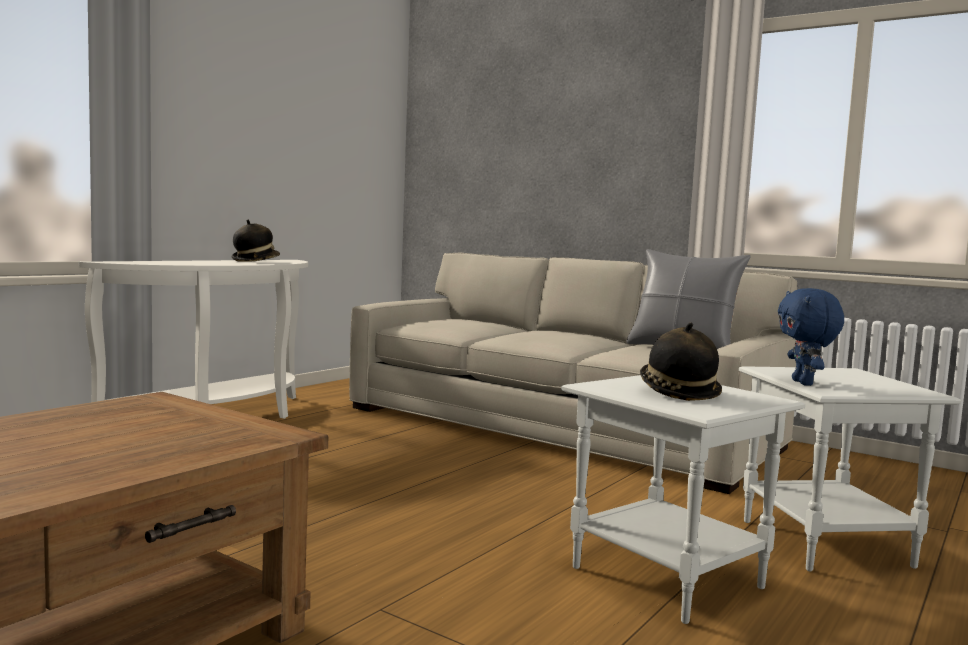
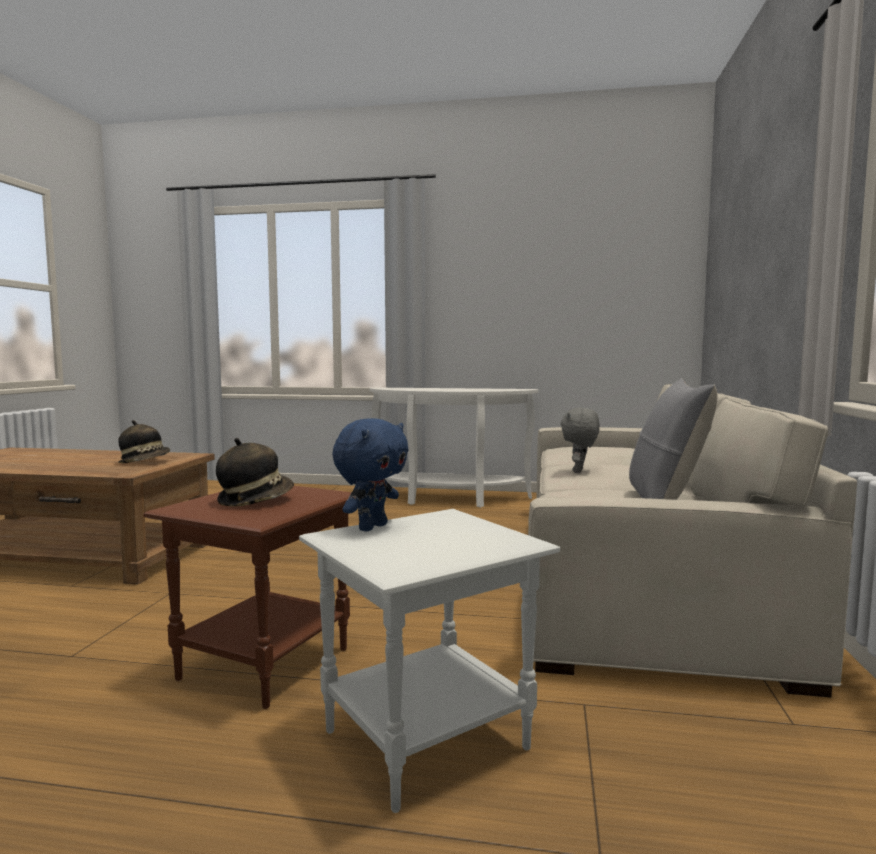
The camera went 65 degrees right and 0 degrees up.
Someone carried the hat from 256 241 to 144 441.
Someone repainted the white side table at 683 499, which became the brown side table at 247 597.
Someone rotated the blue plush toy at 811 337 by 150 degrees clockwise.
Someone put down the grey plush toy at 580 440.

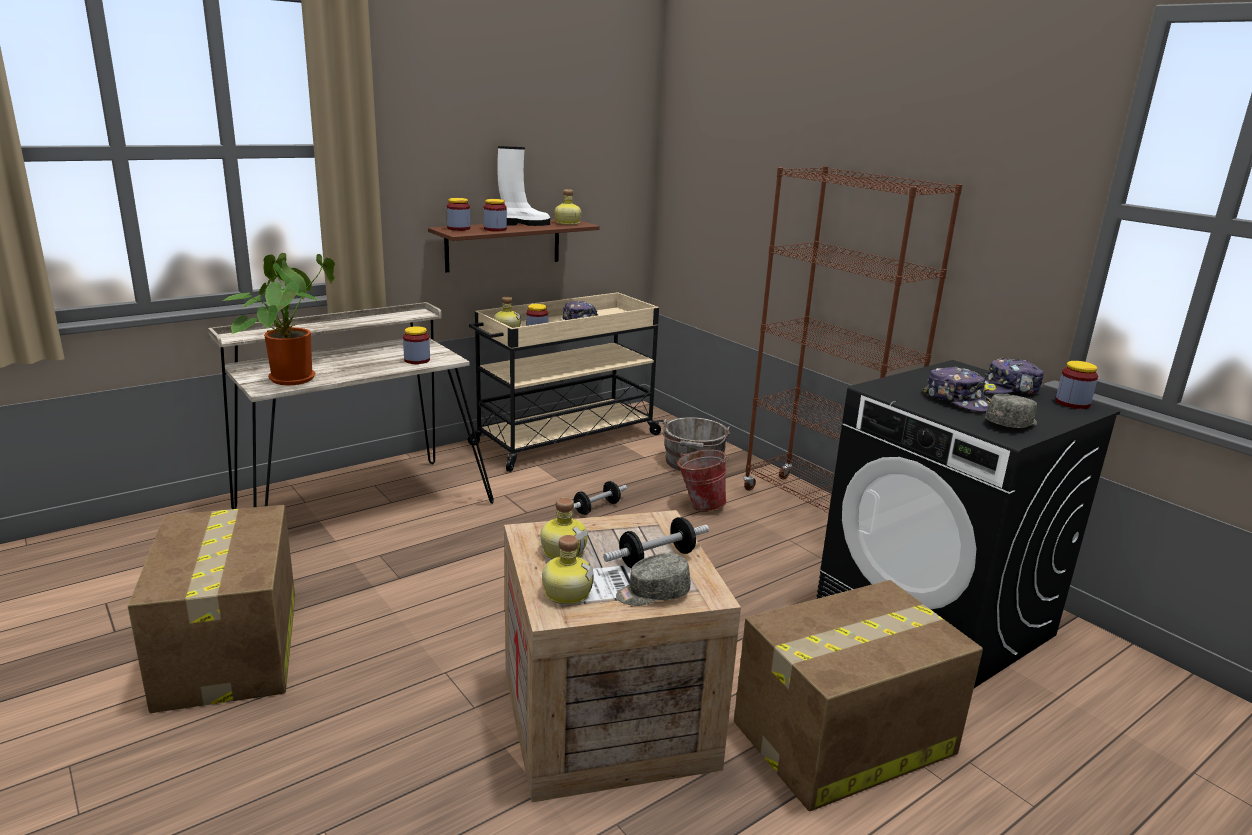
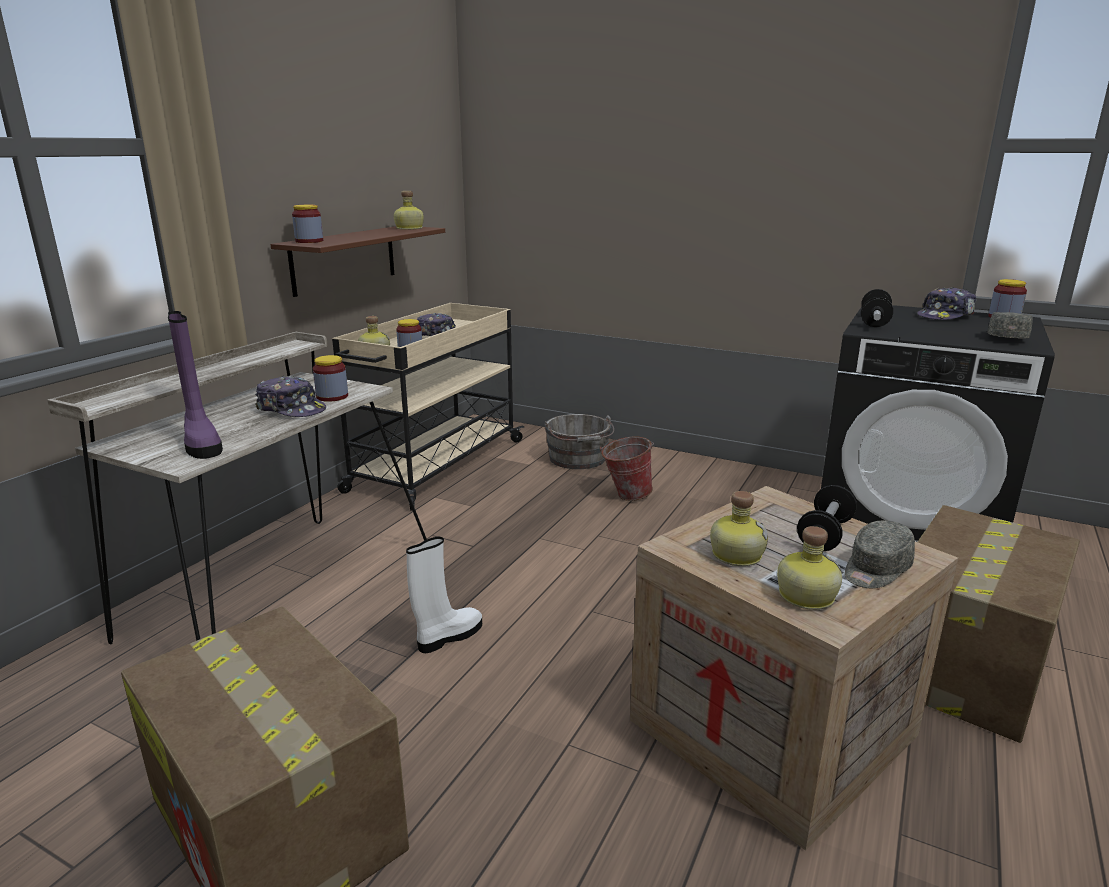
The camera went 25 degrees left and 0 degrees up.
Someone swapped the potted plant at 278 319 for the purple boot at 195 385.
Someone carried the cap from 957 389 to 290 396.
Someone carried the white boot from 523 186 to 444 595.
Someone carried the dumbbell from 600 498 to 877 308.
Someone took away the jar at 495 215.
Someone took away the brown bookcase at 853 339.

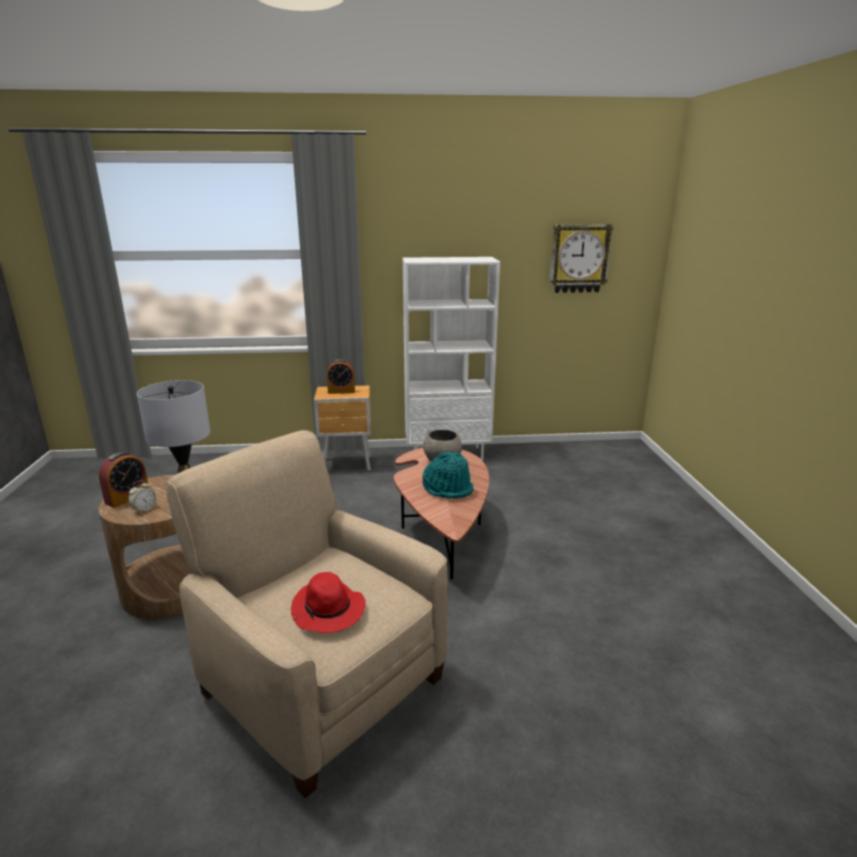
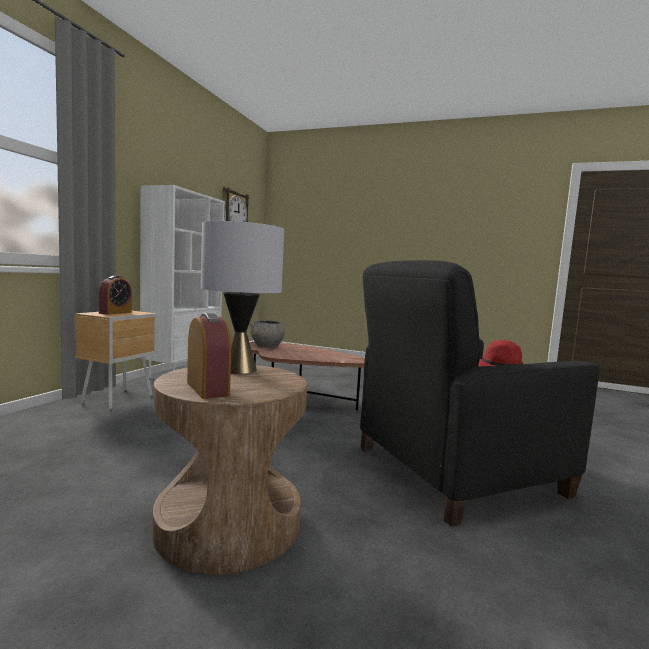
The camera went 65 degrees left and 15 degrees down.
Someone repainted the beige armchair at 306 614, which became the black armchair at 480 393.
Someone took away the alarm clock at 142 496.
Someone took away the turquoise hat at 448 475.

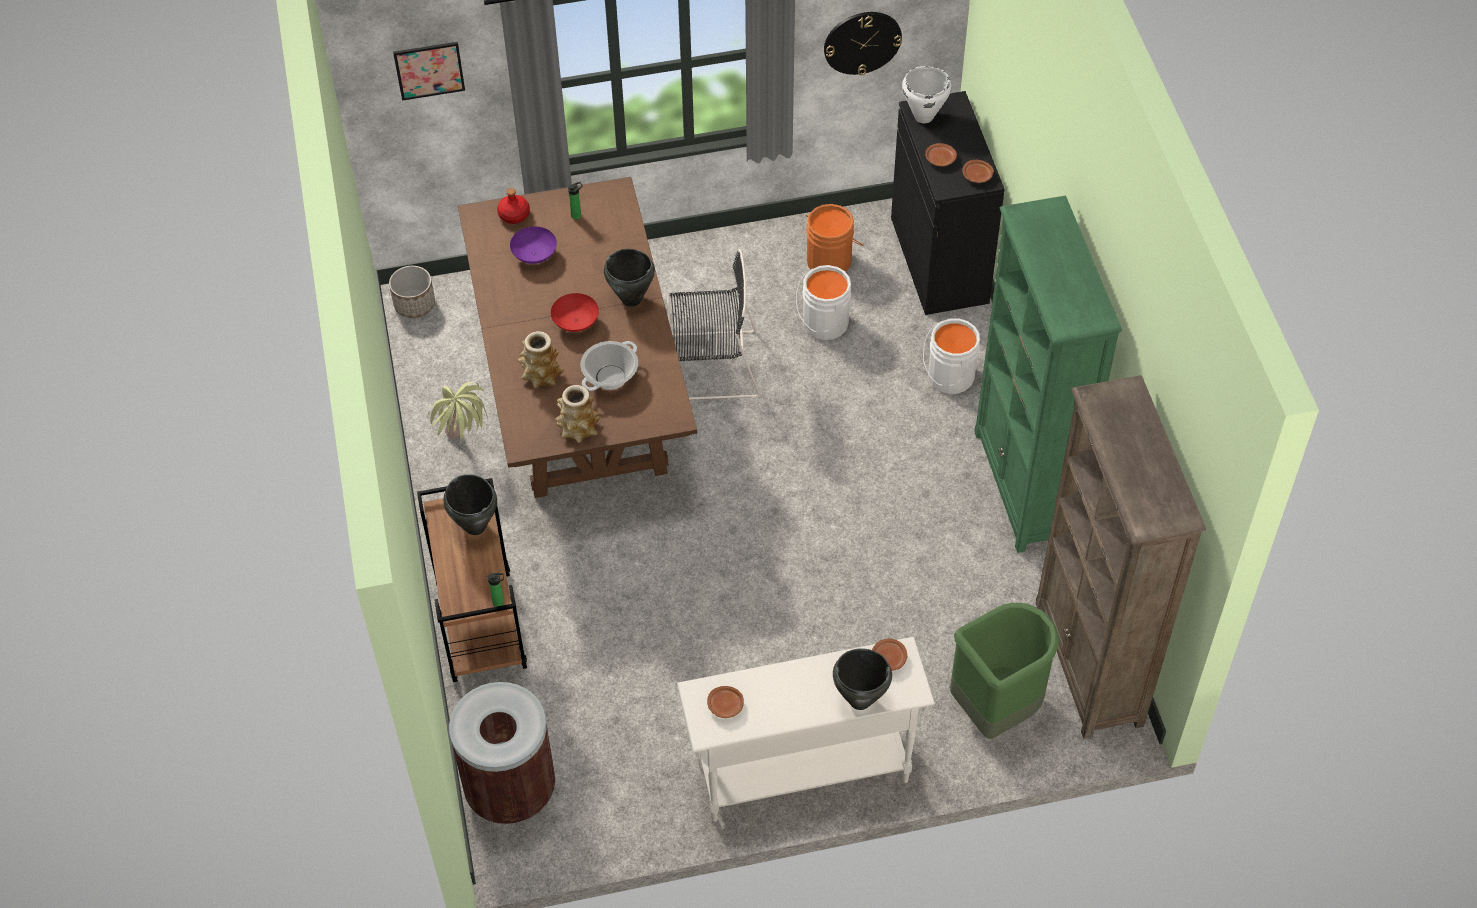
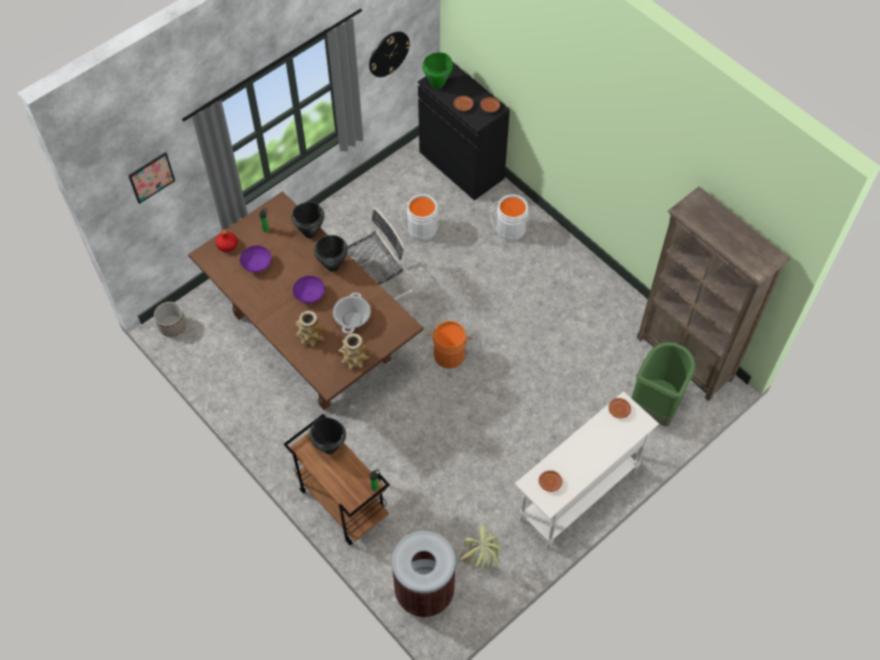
The camera went 30 degrees left and 5 degrees up.
Someone carried the black cooking pot from 862 679 to 307 220.
Someone repainted the red bowl at 575 312, which became the purple bowl at 309 289.
Someone repainted the white cooking pot at 927 94, which became the green cooking pot at 437 70.
Someone carried the orange bucket from 835 238 to 450 345.
Someone carried the potted plant from 458 411 to 480 548.
Someone took away the green bookcase at 1048 374.

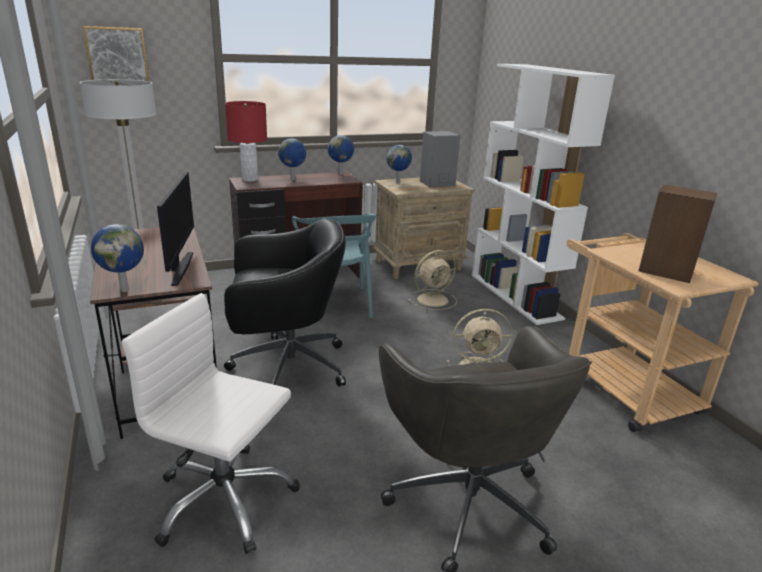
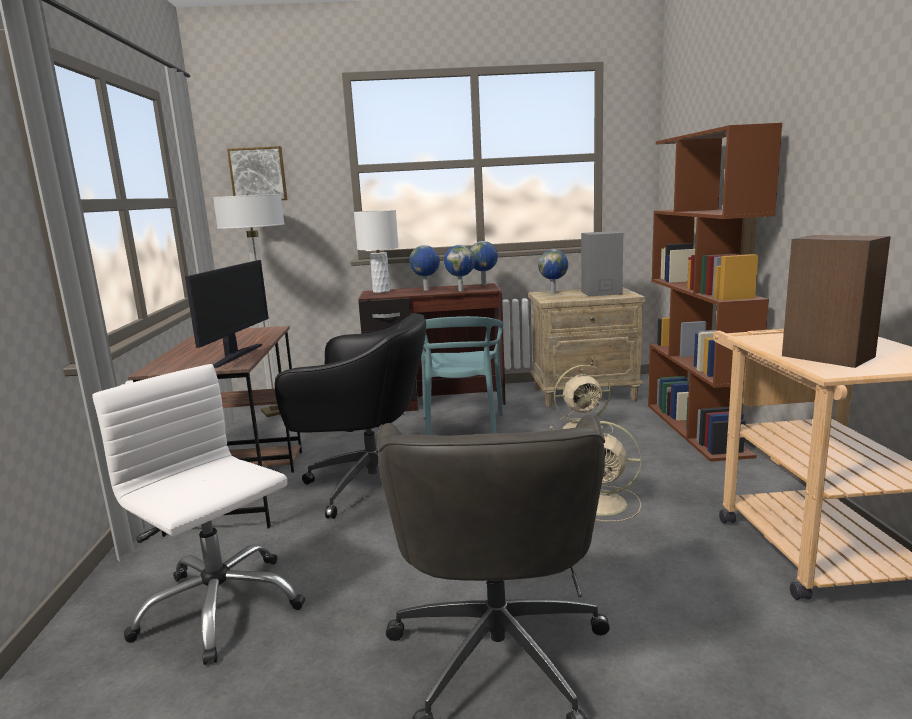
The camera went 20 degrees right and 10 degrees down.
Someone repainted the red table lamp at 246 141, which became the white table lamp at 376 251.
Someone carried the globe from 117 258 to 459 268.
Someone repainted the white bookcase at 543 194, which became the brown bookcase at 715 292.

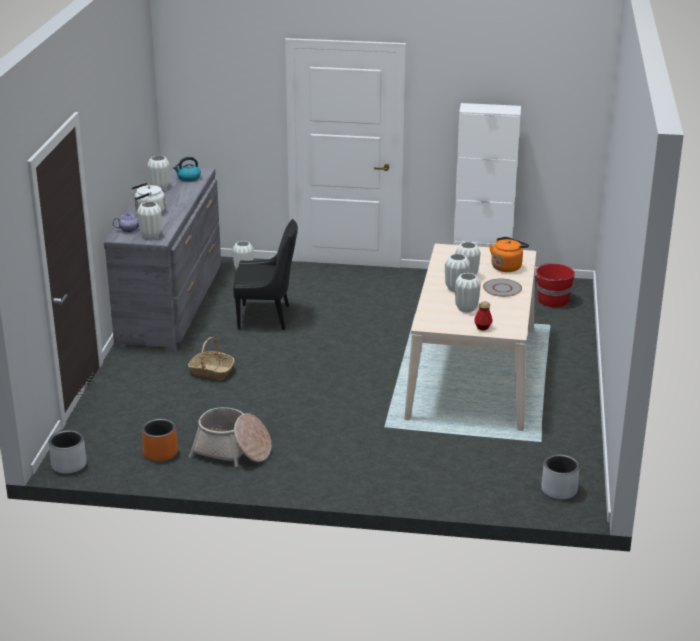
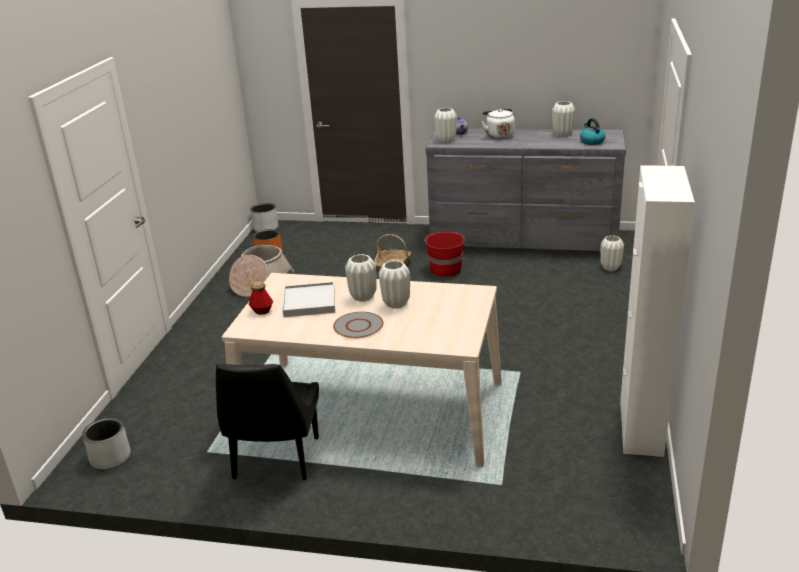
The camera went 95 degrees right and 0 degrees up.
Someone carried the black chair from 265 274 to 267 422.
Someone swapped the white vase at 468 293 for the white tray at 309 299.
Someone carried the red bucket from 555 285 to 444 254.
Someone took away the orange kettle at 509 254.

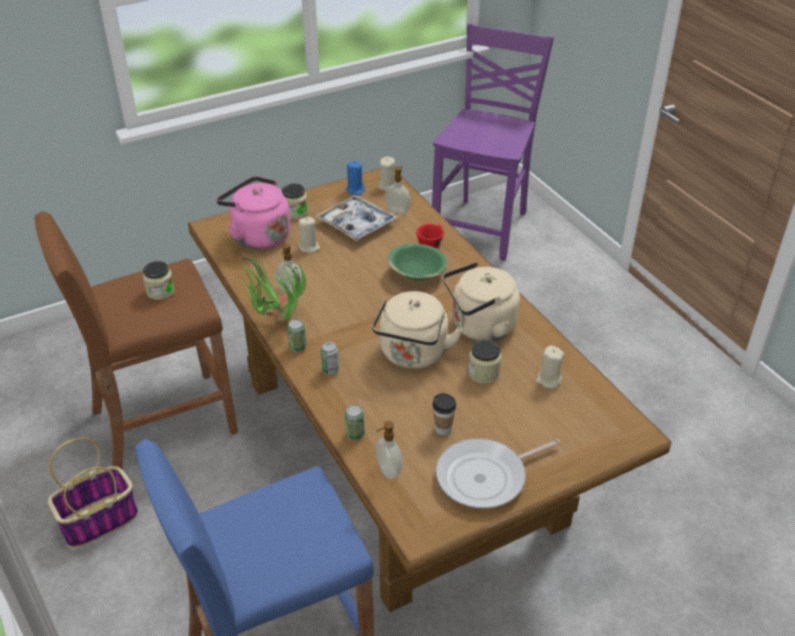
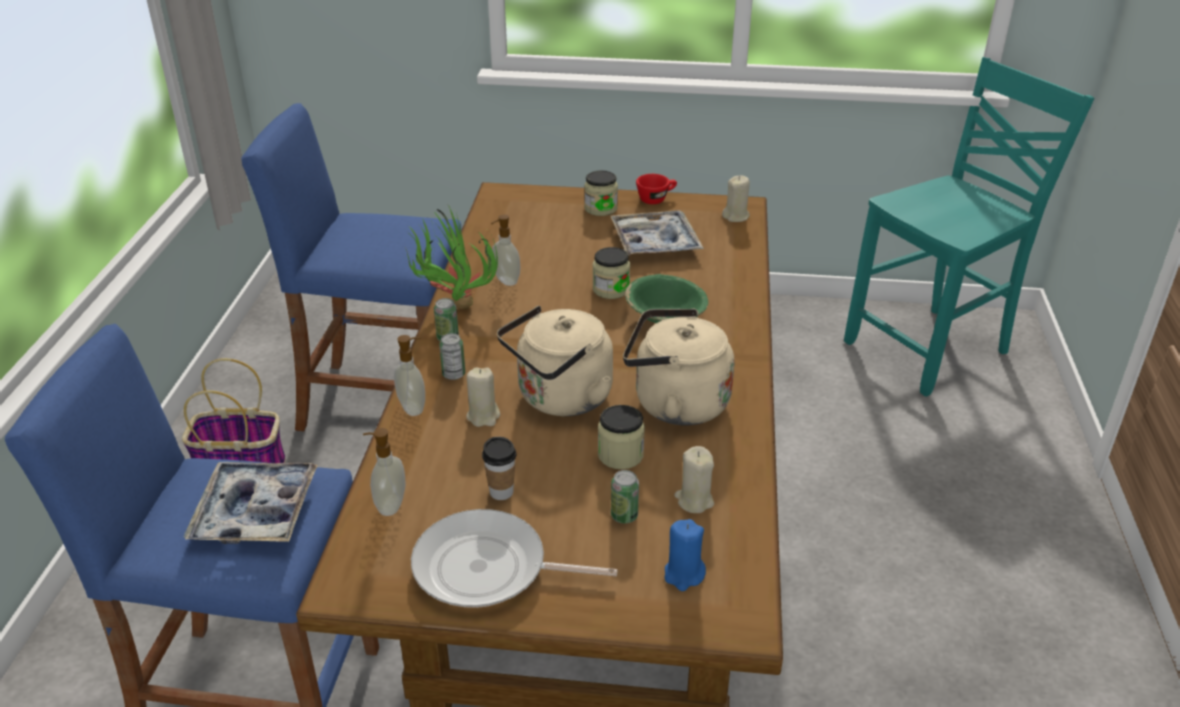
The camera went 35 degrees right and 5 degrees down.
Someone put down the tray at 251 503.
Someone repainted the brown stool at 136 340, which became the blue stool at 351 267.
Someone carried the soap dispenser from 398 190 to 409 375.
Someone carried the beige candle from 309 234 to 483 397.
Someone carried the jar from 159 280 to 611 273.
Someone carried the can from 355 422 to 625 496.
Someone carried the red cup from 430 236 to 656 189.
Someone carried the blue candle from 355 178 to 685 555.
Someone repainted the purple chair at 493 142, which became the turquoise chair at 969 227.
Someone took away the pink kettle at 253 212.

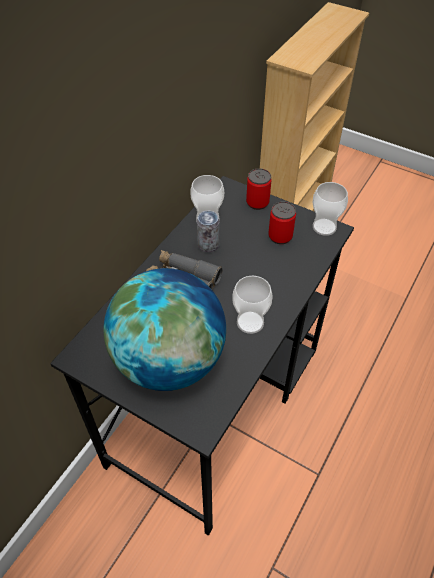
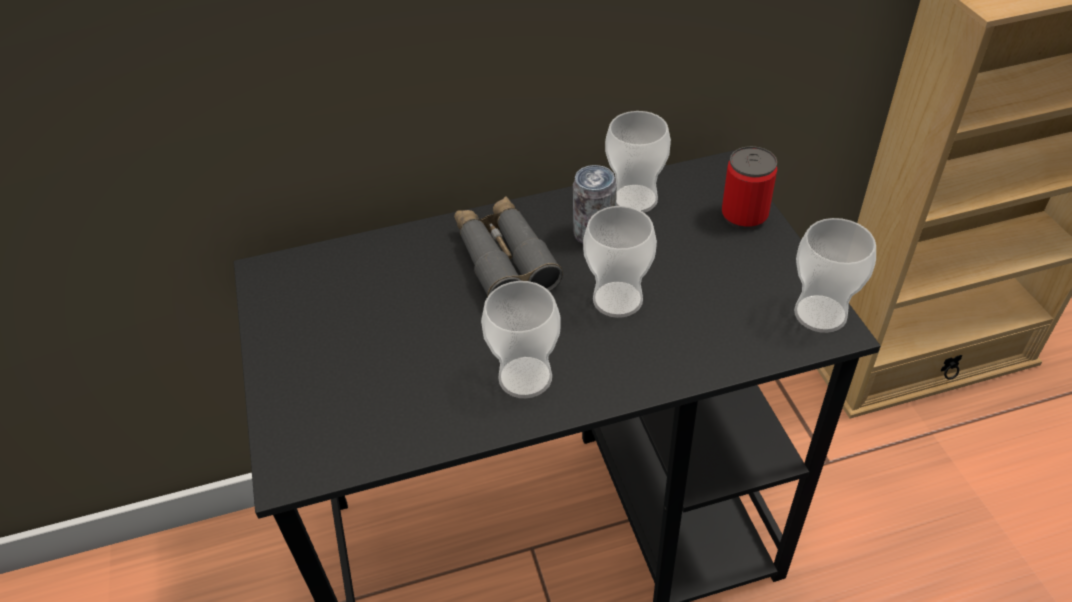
The camera went 45 degrees right and 5 degrees down.
Someone put down the cup at 620 262.
Someone took away the globe at 164 329.
Someone took away the can at 282 223.

